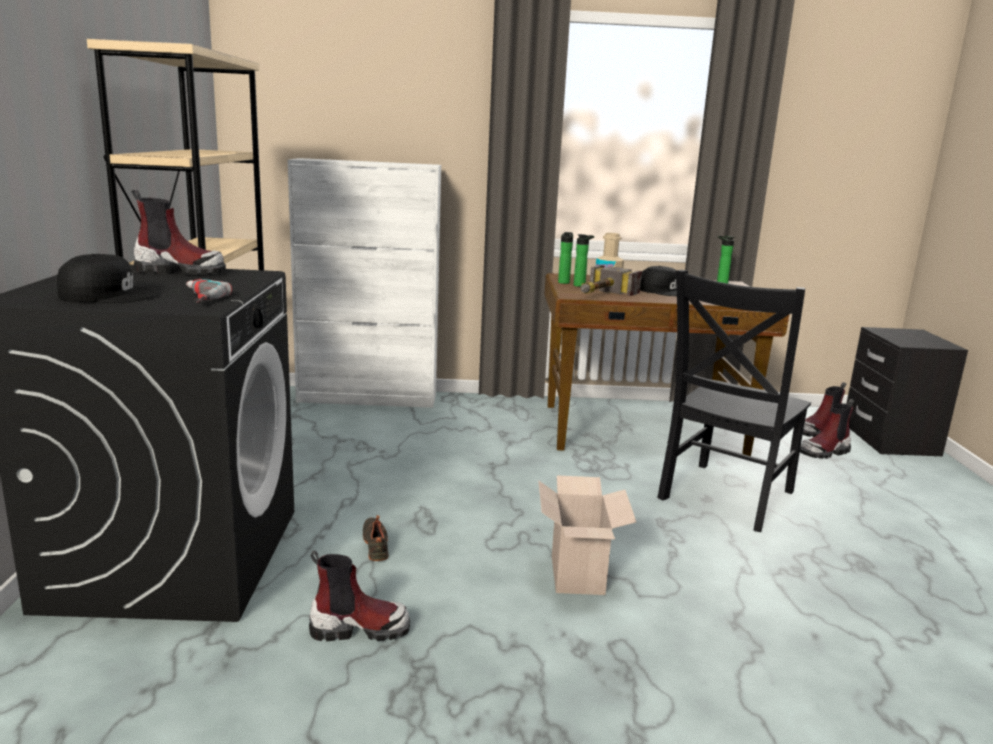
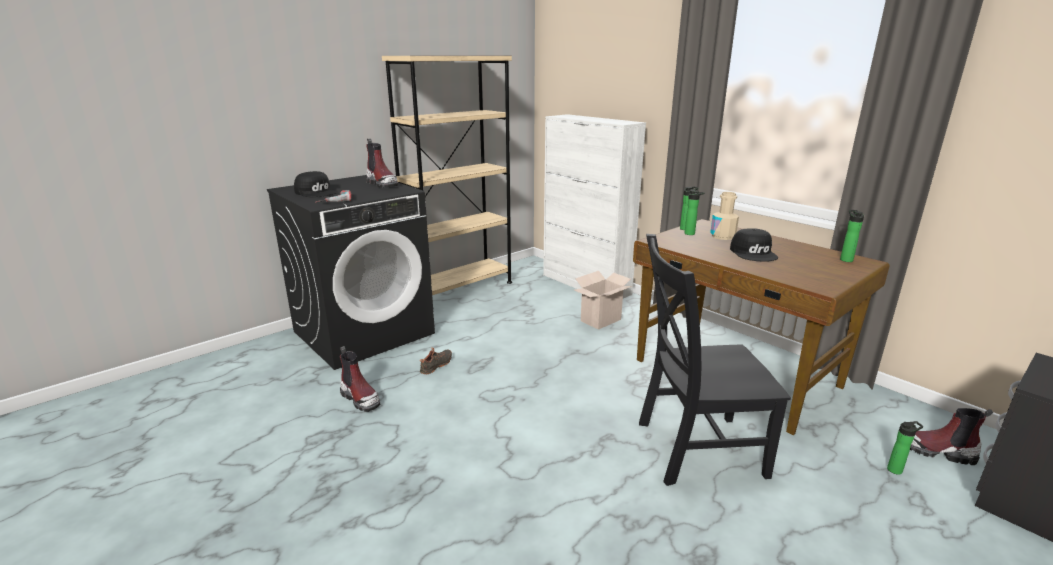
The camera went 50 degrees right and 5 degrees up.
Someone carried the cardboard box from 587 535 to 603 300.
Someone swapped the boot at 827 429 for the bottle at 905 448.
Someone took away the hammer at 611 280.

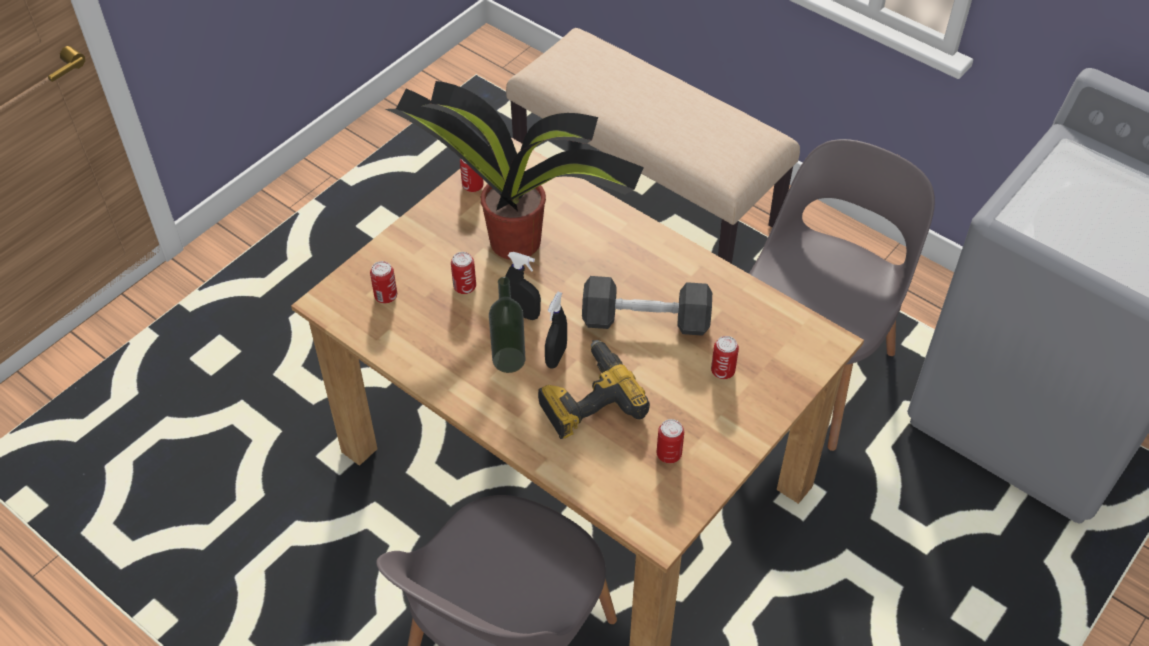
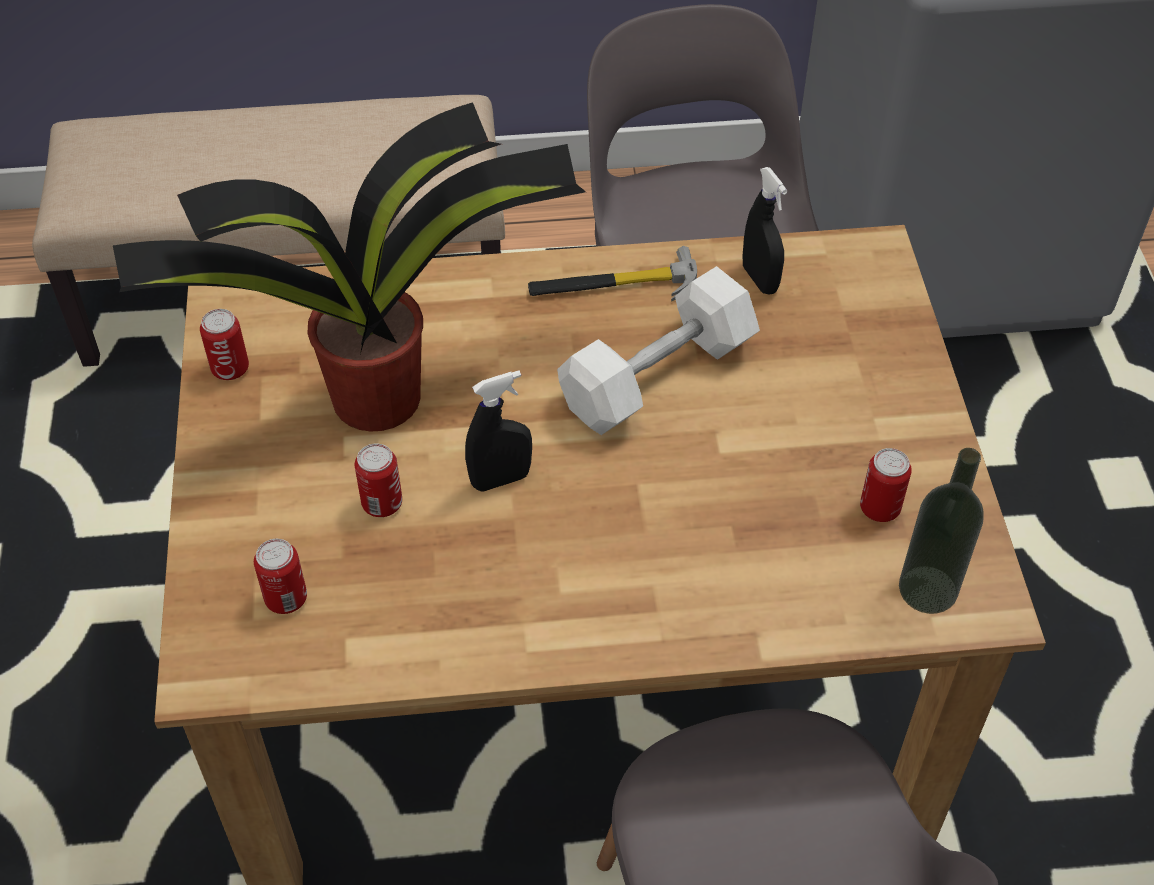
The camera went 45 degrees left and 0 degrees up.
Someone put down the hammer at 612 274.
Someone repainted the black dumbbell at 647 306, which became the white dumbbell at 658 350.
Someone carried the black spray bottle from 556 330 to 765 231.
Someone carried the bottle from 507 325 to 941 531.
Someone took away the power drill at 594 389.
Someone took away the can at 725 357.

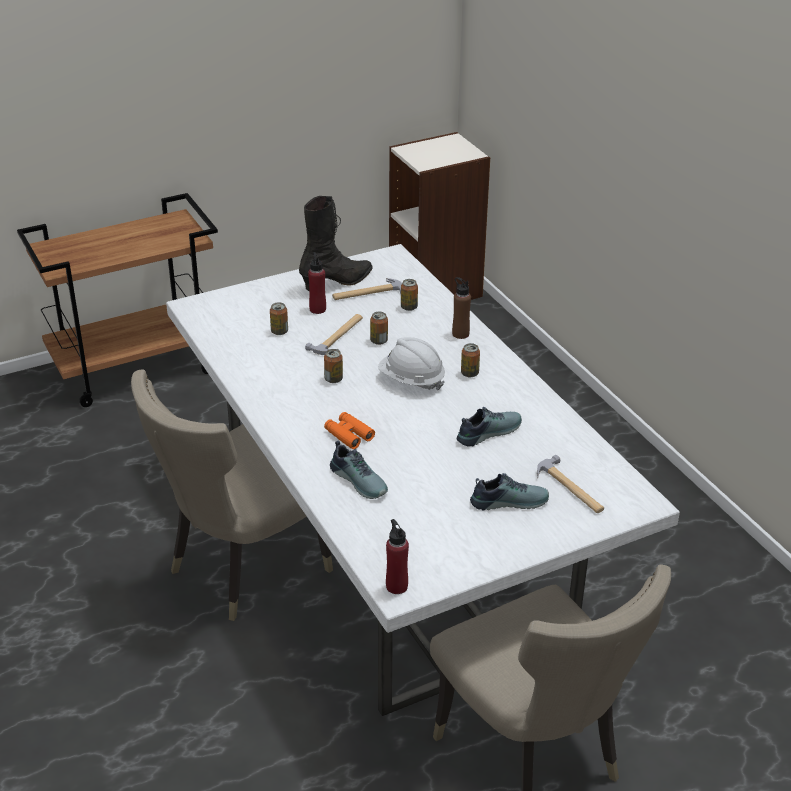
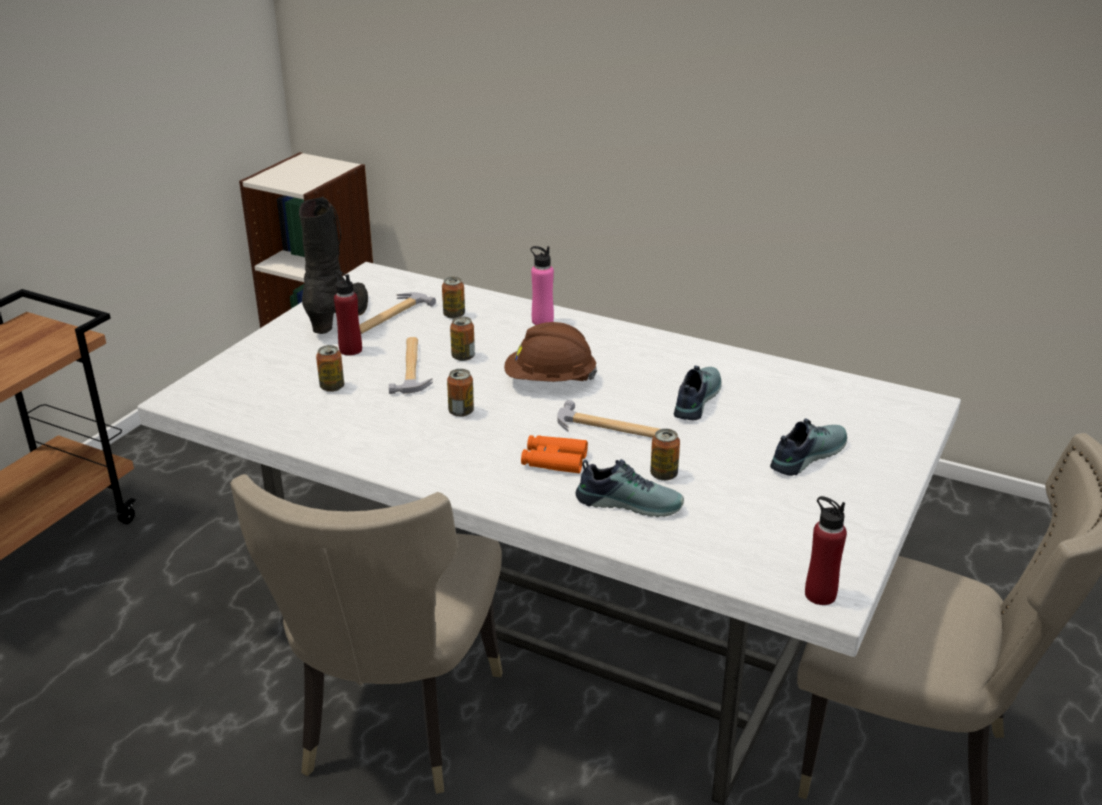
The camera went 35 degrees left and 5 degrees down.
Someone repainted the white hard hat at 411 363, which became the brown hard hat at 550 352.
Someone repainted the brown bottle at 461 308, which became the pink bottle at 542 285.
Someone carried the hammer from 570 484 to 608 419.
Someone carried the can from 470 360 to 665 455.

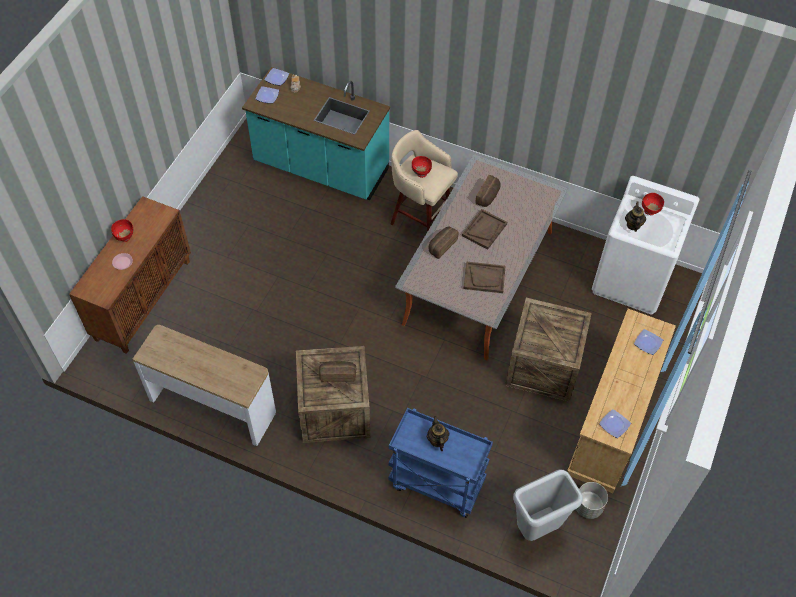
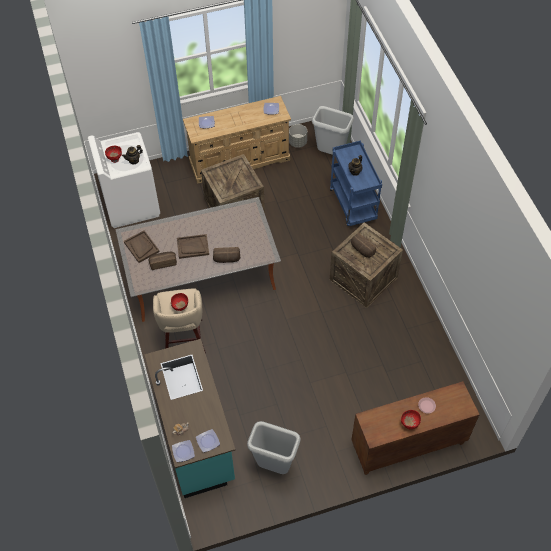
The camera went 130 degrees left and 0 degrees up.
Someone carried the brown tray from 484 277 to 142 246.
Someone put down the grey trash can at 274 447.
Someone took away the console table at 204 385.

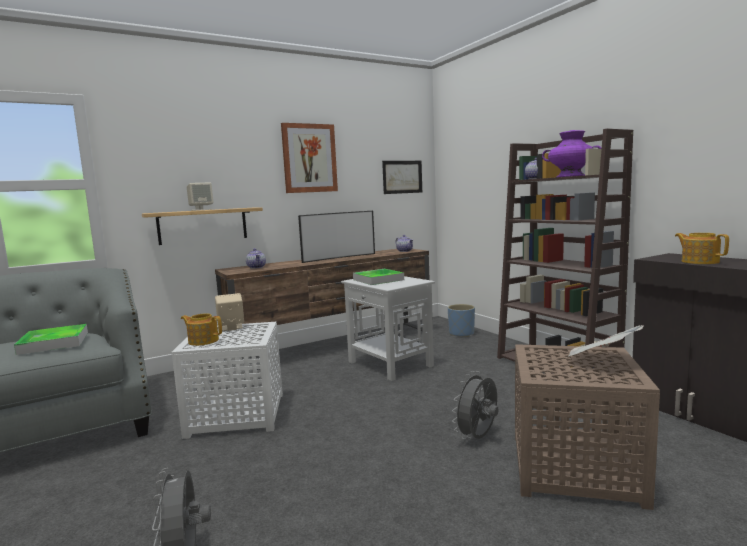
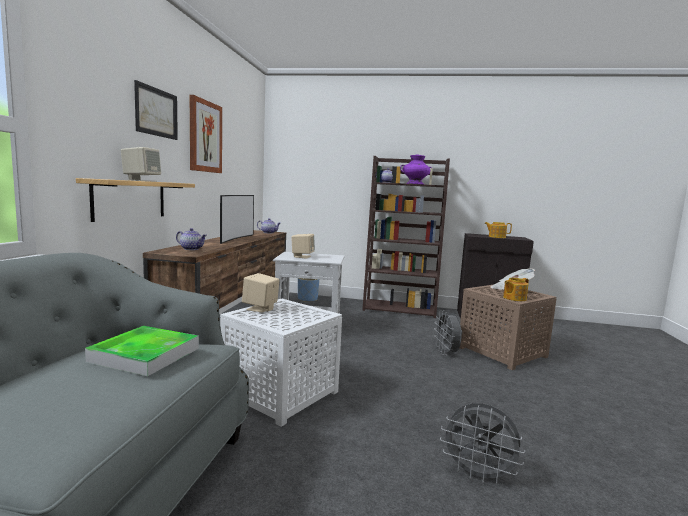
The camera went 50 degrees left and 0 degrees up.
Someone carried the picture from 402 177 to 156 110.
Someone swapped the tray at 378 277 for the beige speaker at 303 246.
Someone carried the teapot from 201 329 to 516 289.

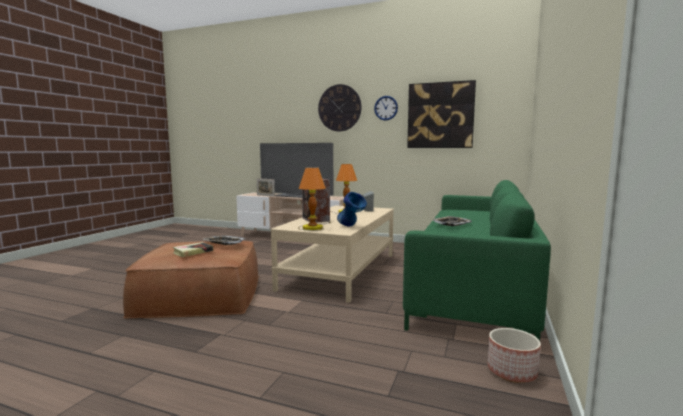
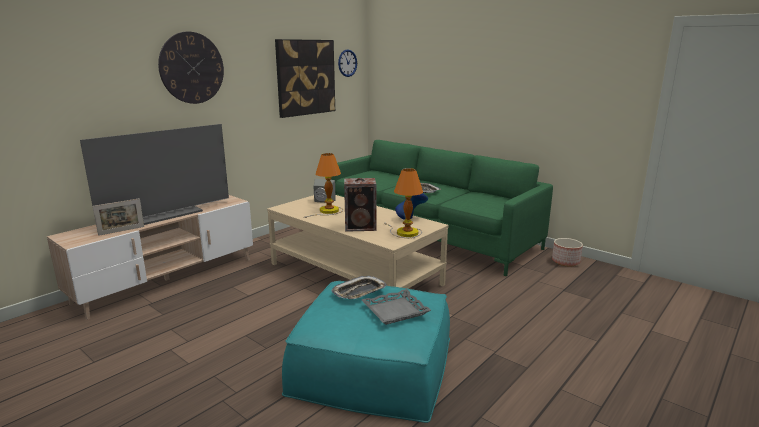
The camera went 70 degrees left and 10 degrees up.
Someone repainted the brown ottoman at 191 280, which became the turquoise ottoman at 366 352.
Someone carried the wall clock from 386 108 to 347 63.
Someone swapped the book at 193 249 for the grey tray at 396 307.

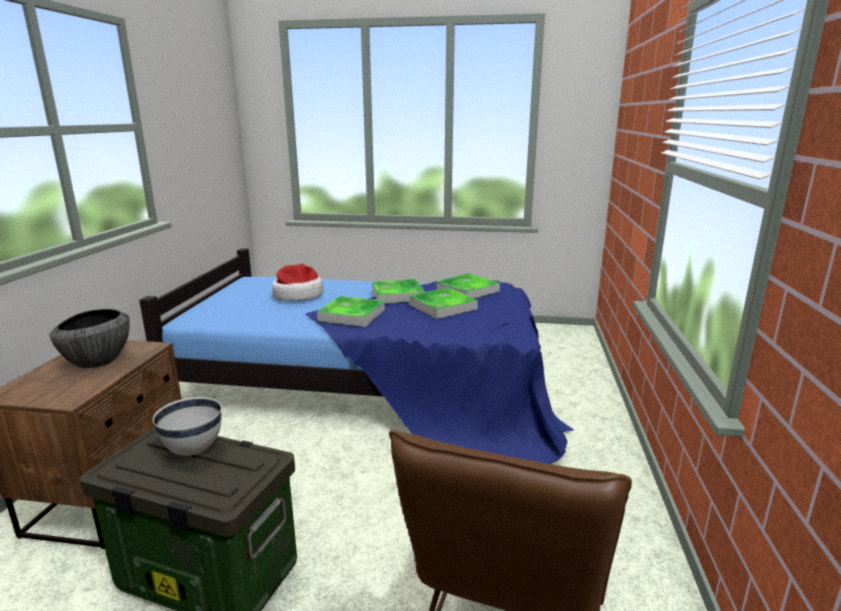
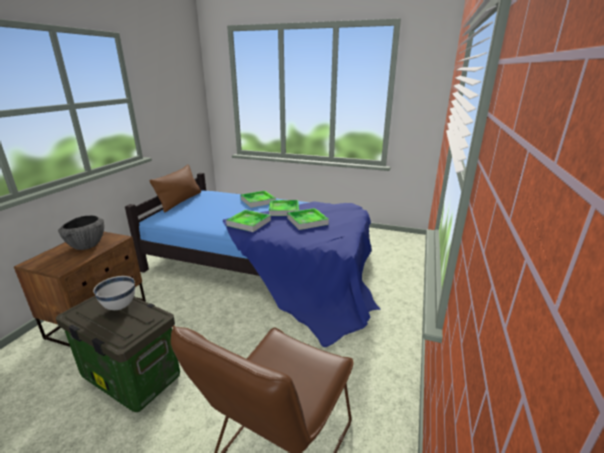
The camera went 10 degrees right and 5 degrees up.
Someone put down the brown pillow at 175 188.
Someone carried the tray from 468 286 to 258 199.
Someone took away the hat at 298 282.

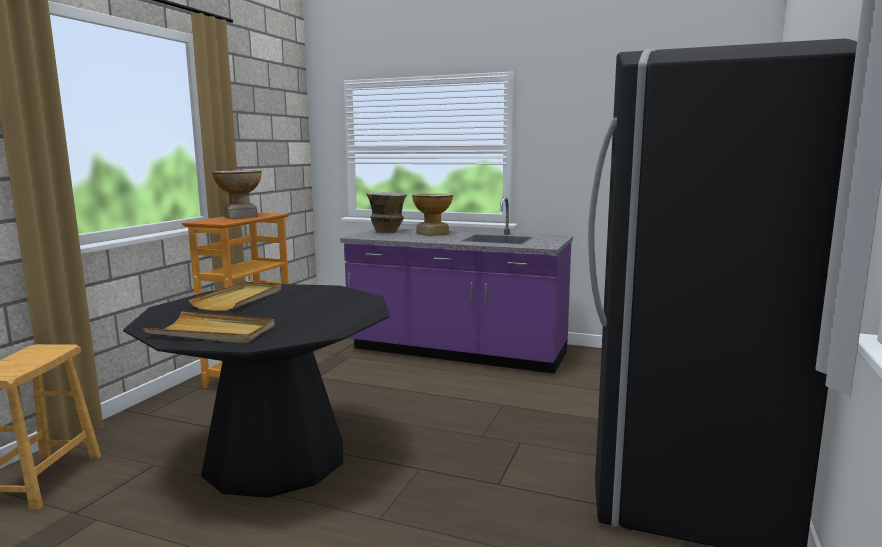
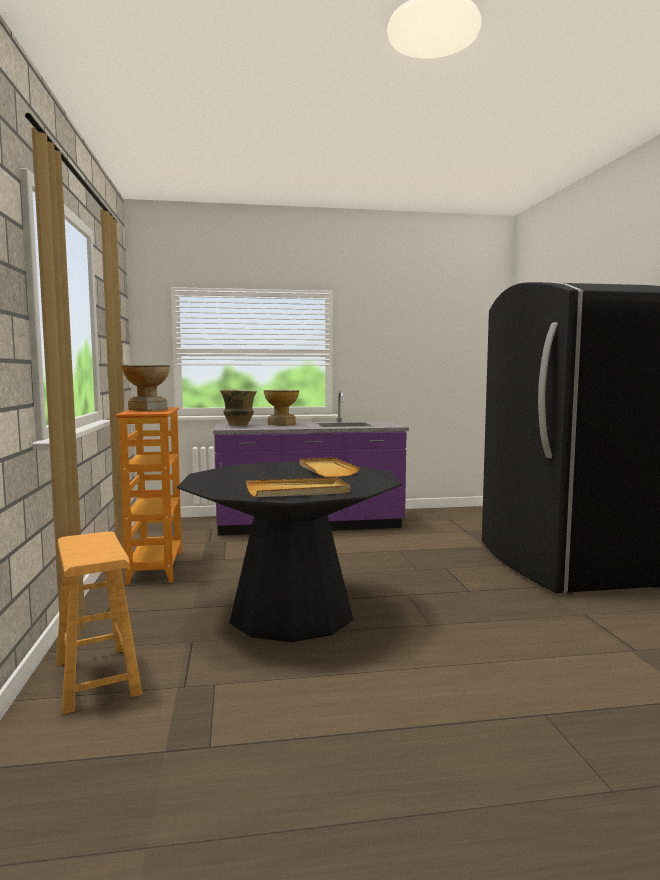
The camera went 30 degrees left and 5 degrees down.
Someone carried the beige tray from 235 296 to 329 467.

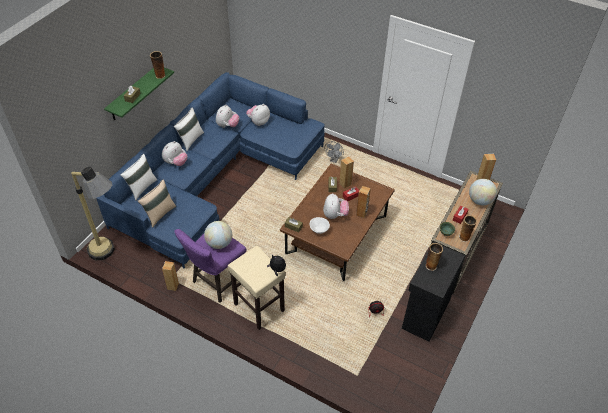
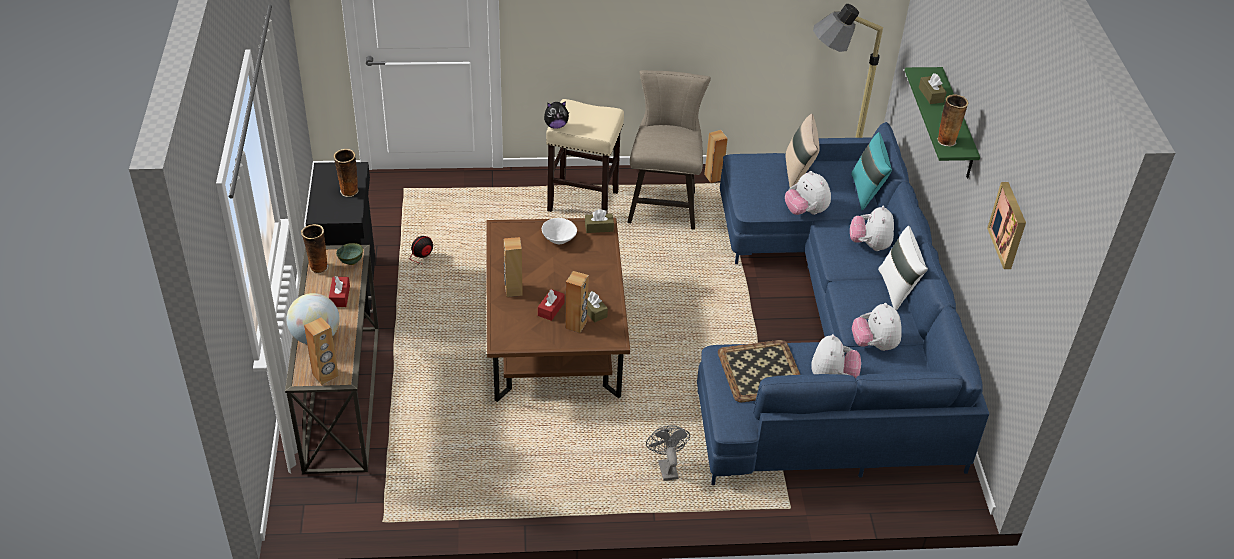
The camera went 145 degrees right and 5 degrees down.
Someone repainted the purple stool at 210 266, which became the beige stool at 669 150.
Someone put down the tray at 759 371.
Someone carried the plush toy from 336 206 to 808 193.
Someone repainted the white pillow at 138 177, which became the turquoise pillow at 871 171.
Someone put up the picture at 1006 225.
Someone took away the globe at 218 235.

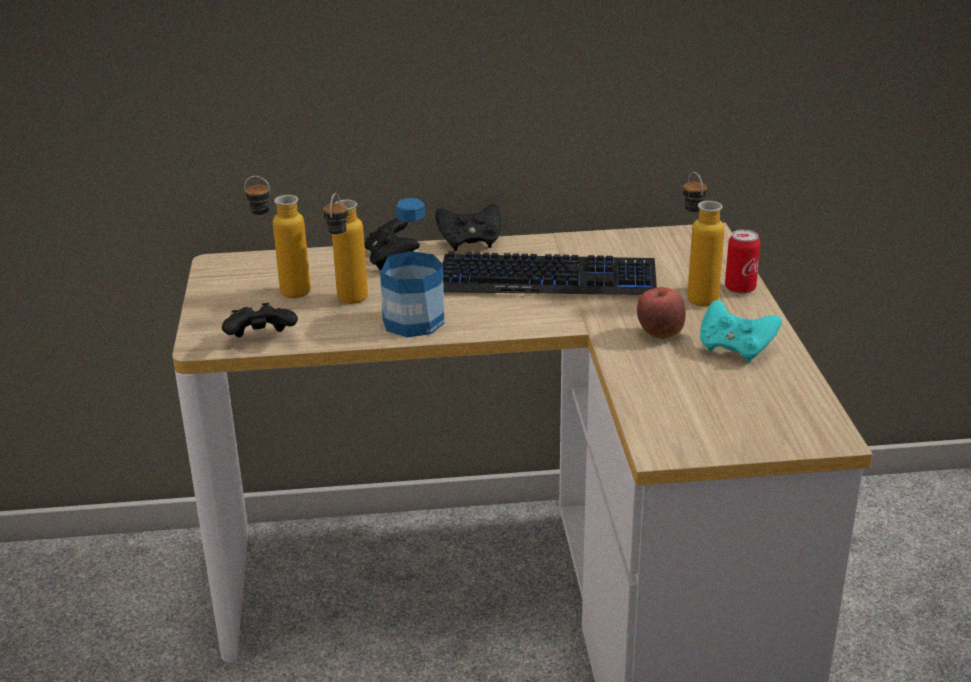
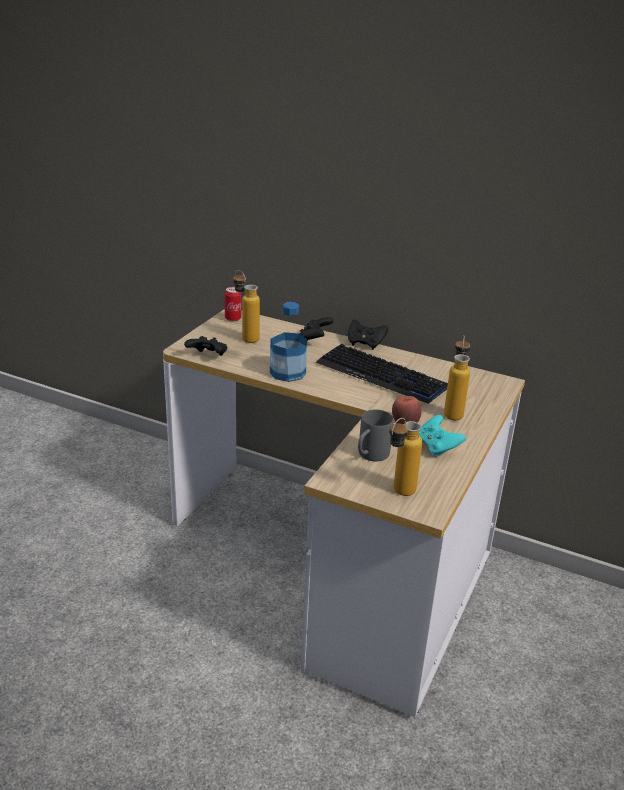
The camera went 30 degrees right and 0 degrees up.
Someone carried the can from 742 261 to 233 304.
Someone put down the grey mug at 375 436.
Someone carried the bottle from 345 248 to 405 457.

